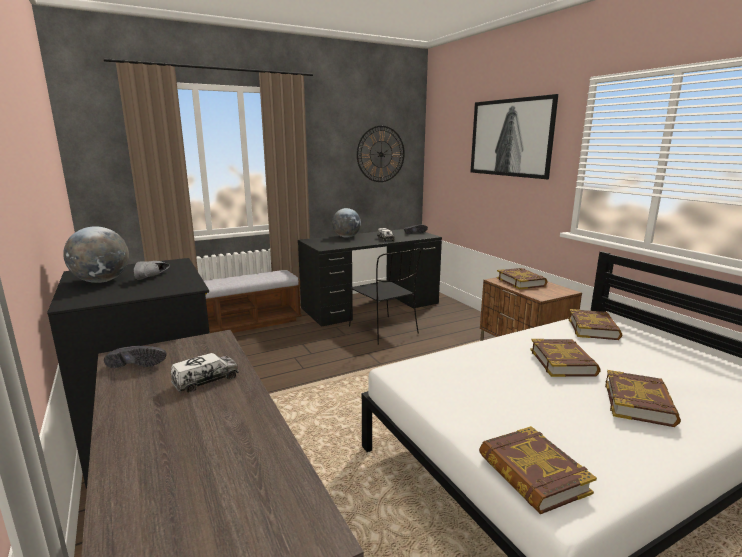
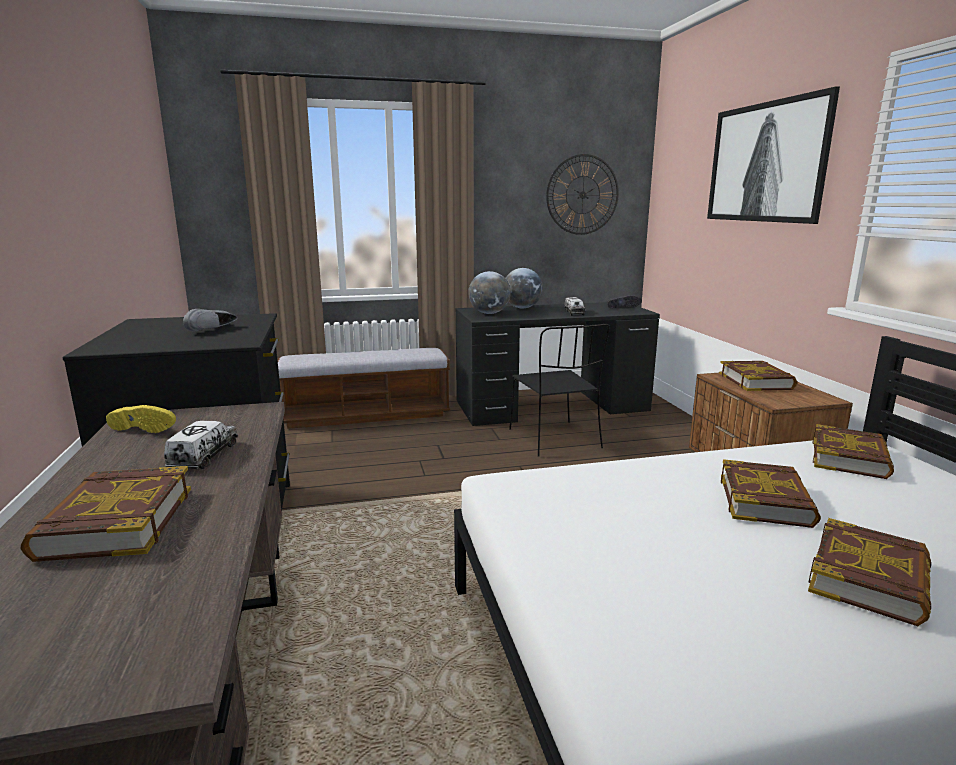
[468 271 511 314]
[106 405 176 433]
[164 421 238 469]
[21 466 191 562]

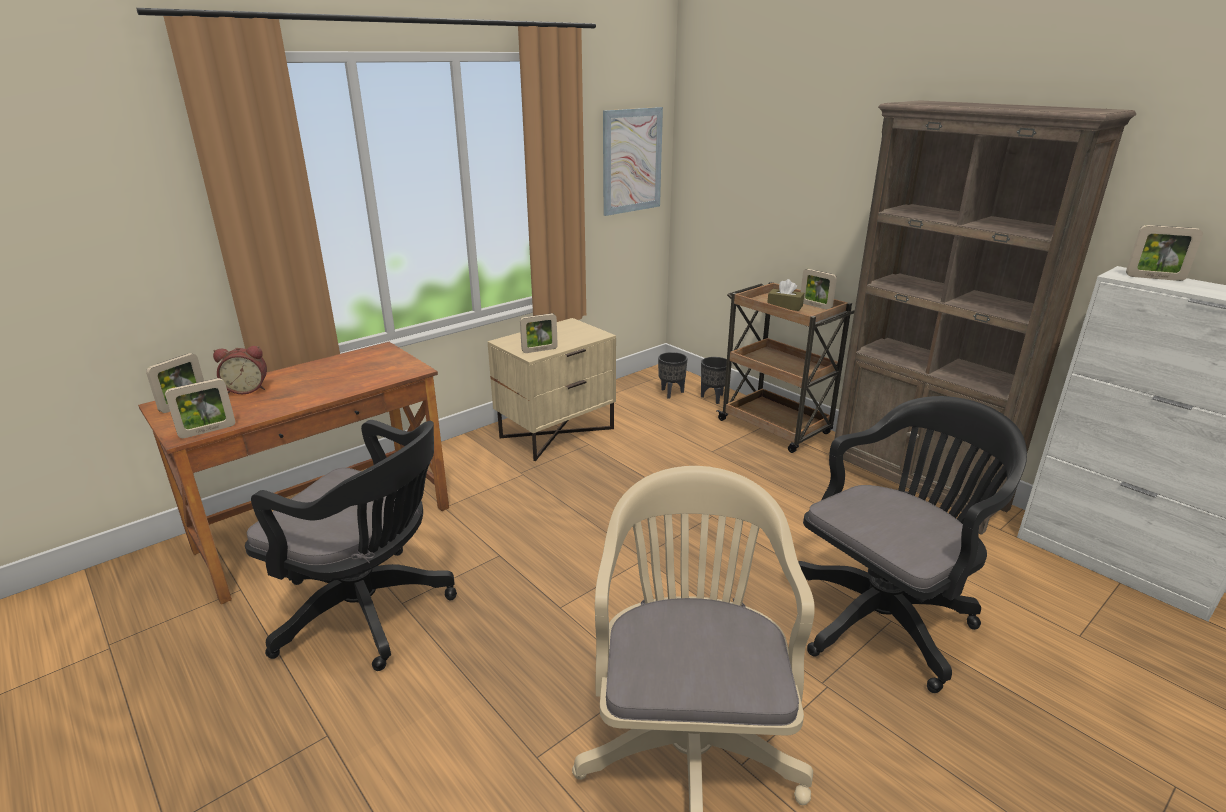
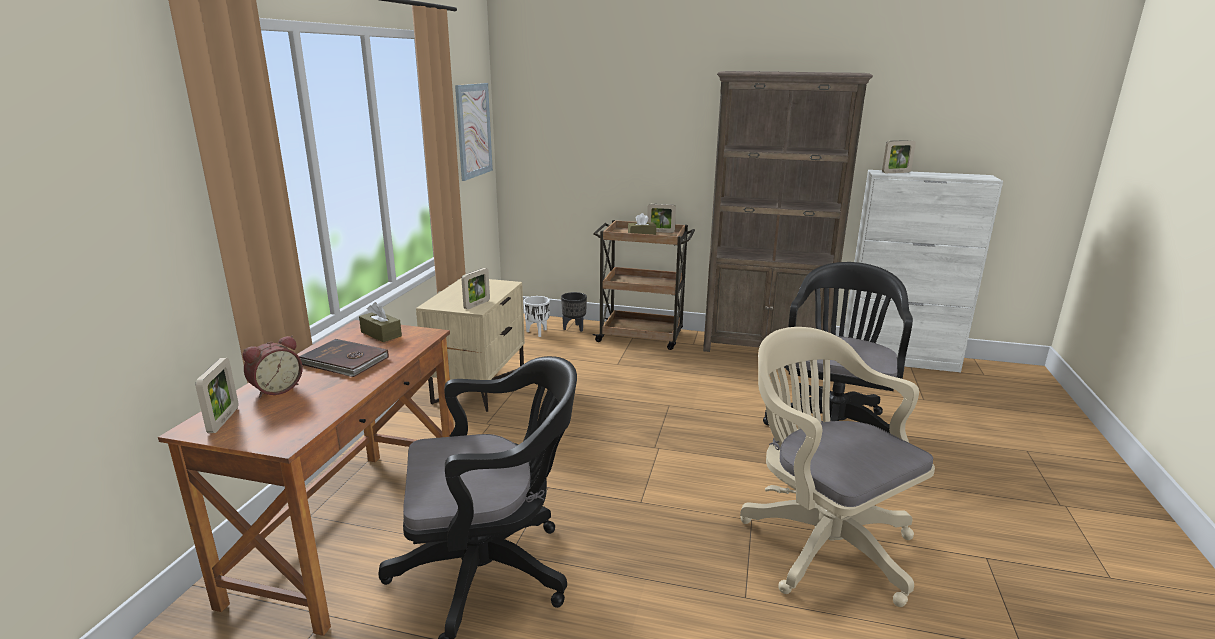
[165 378 235 438] (first image)
[523 296 550 337]
[299 339 389 377]
[359 302 402 342]

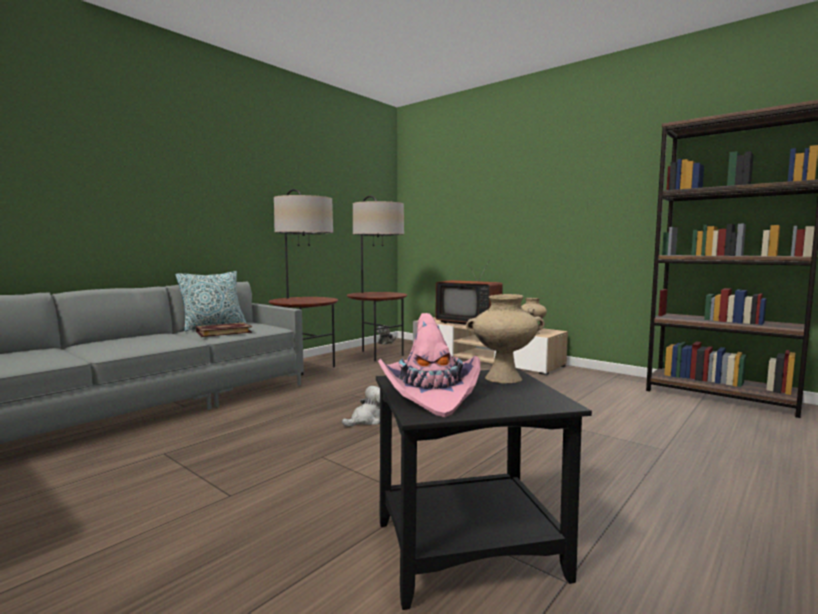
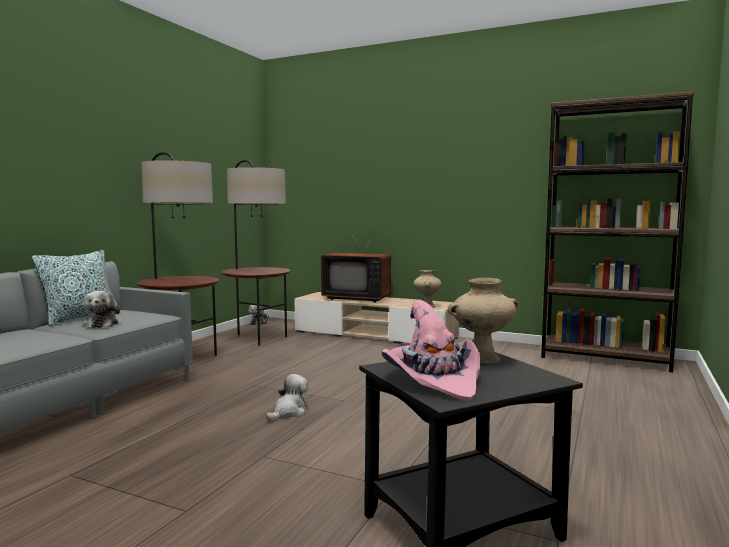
[83 291 120 328]

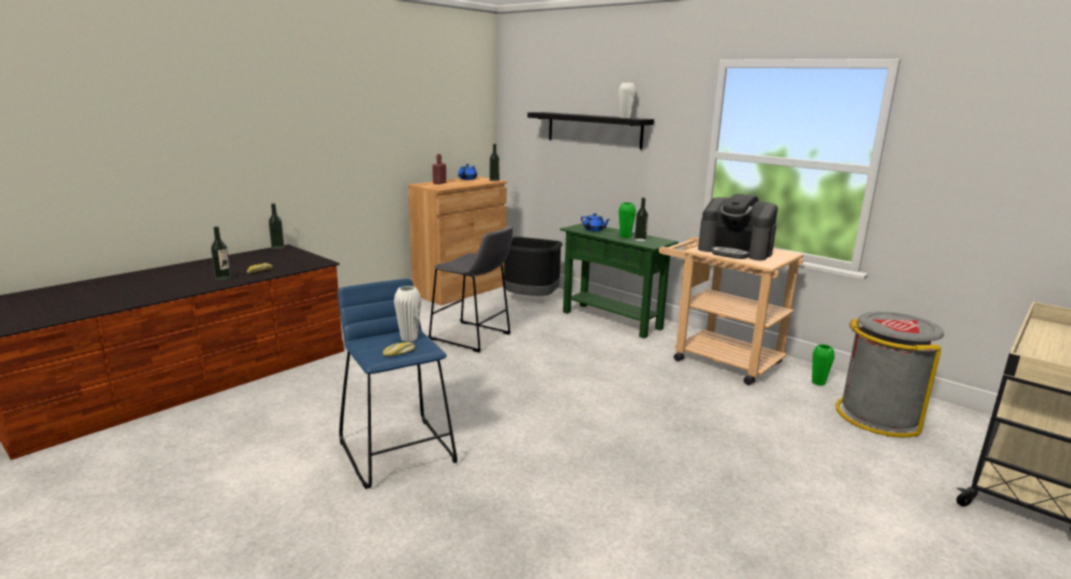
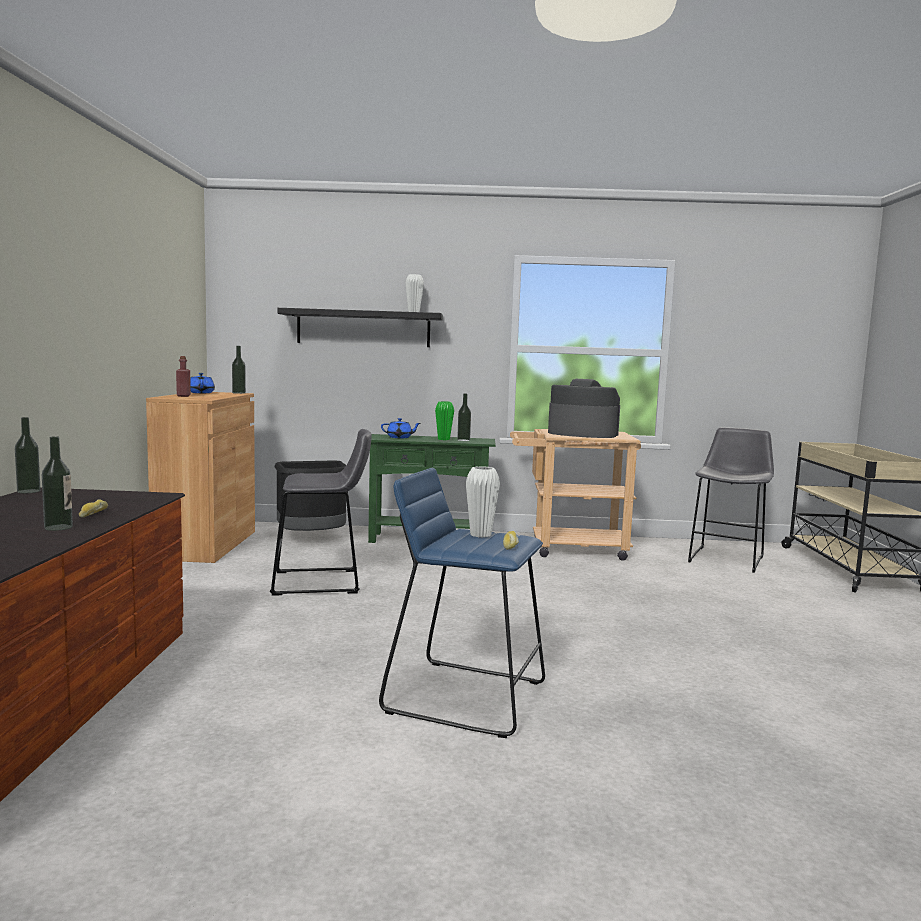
[548 379 620 438]
[812 344 835 386] (first image)
[688 427 774 573]

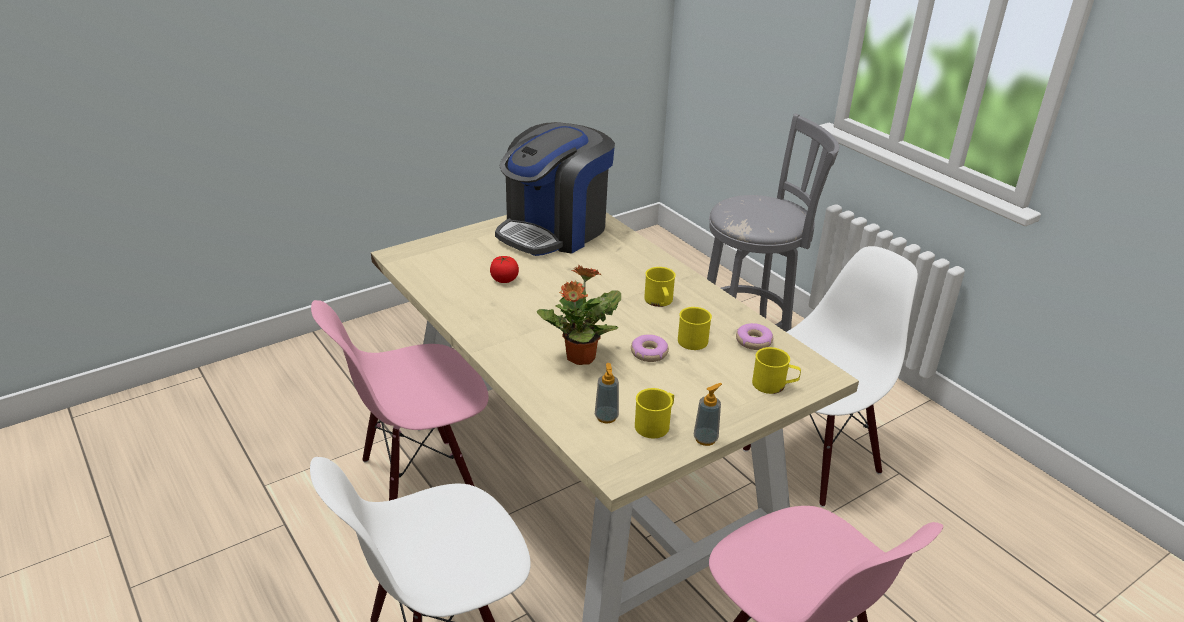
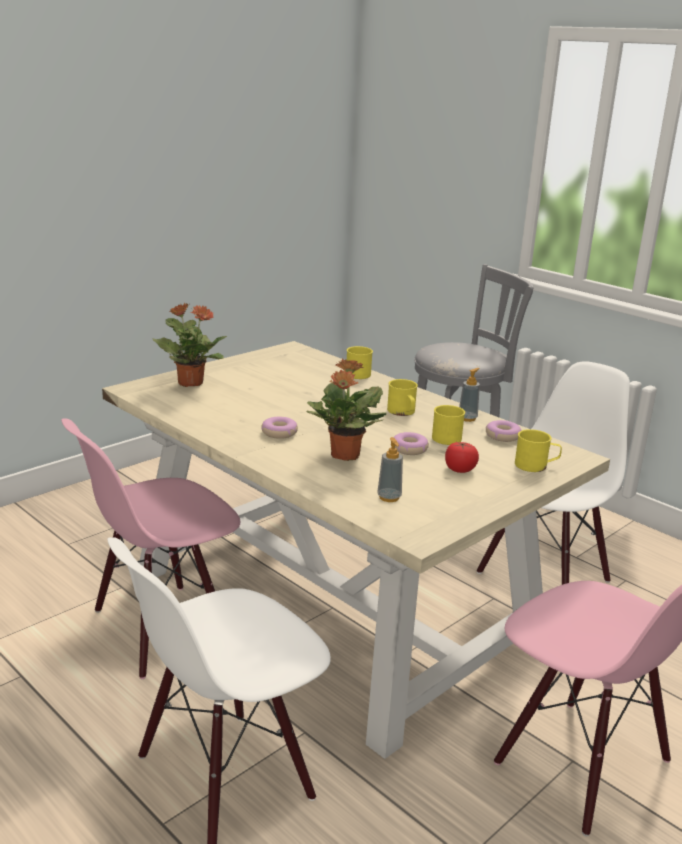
[445 442 479 473]
[495 122 615 256] (first image)
[347 346 373 379]
[459 368 480 422]
[152 303 227 387]
[261 417 298 439]

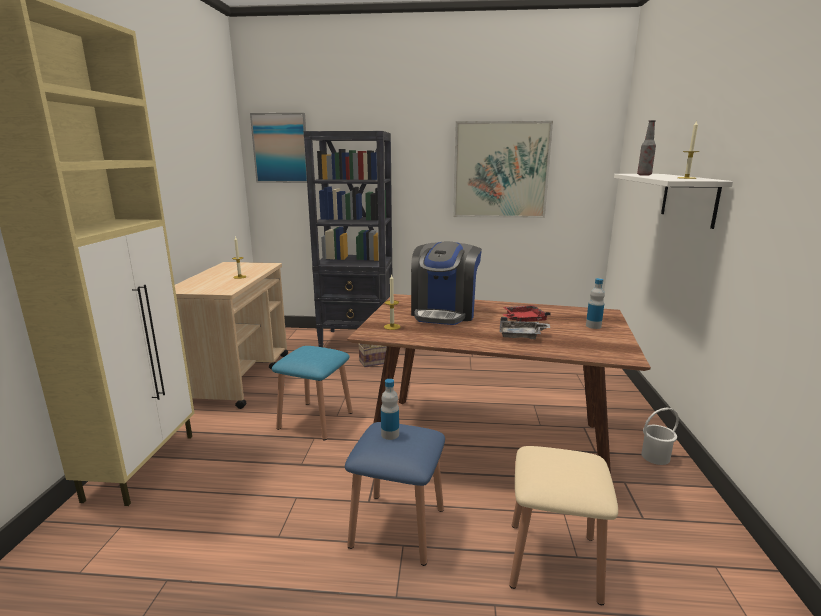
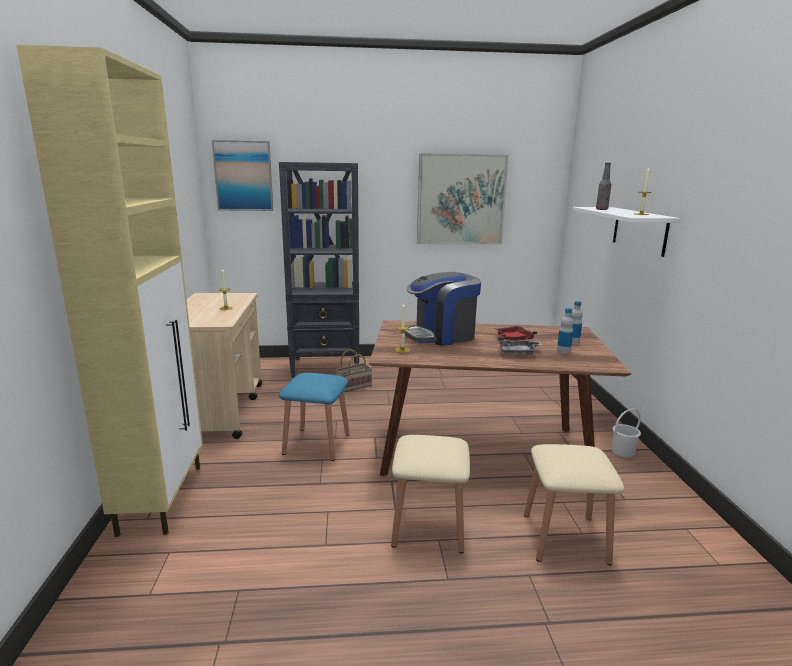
[391 435 470 554]
[557 308 574 354]
[405 272 481 346]

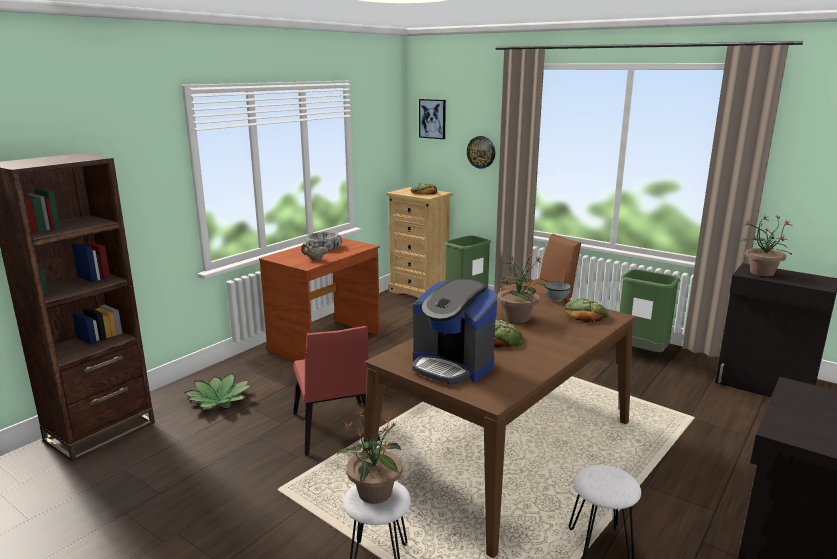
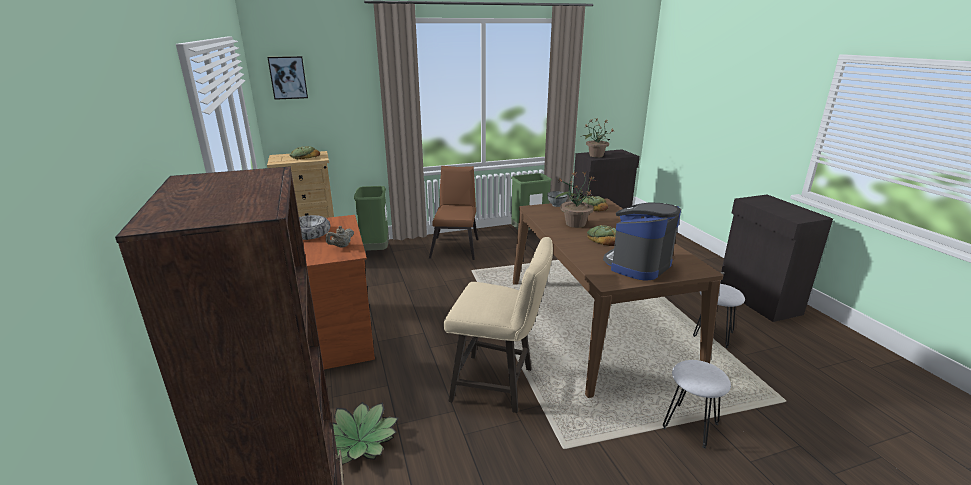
[444 237 553 413]
[337 410 403 504] (first image)
[603 203 681 281]
[467 136 495 169] (first image)

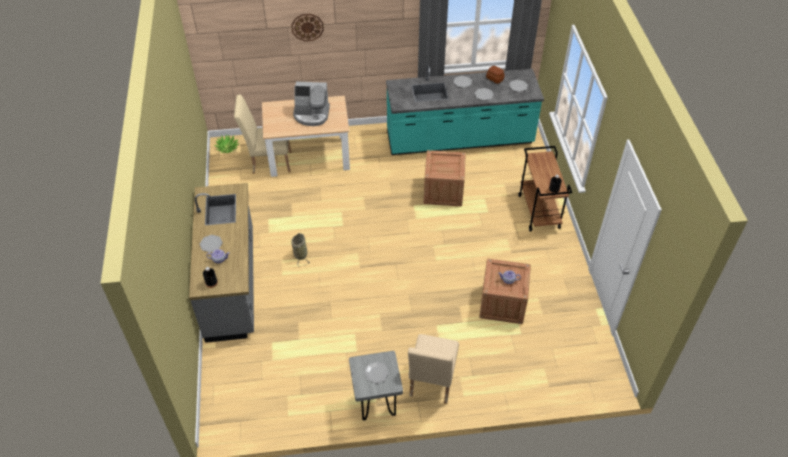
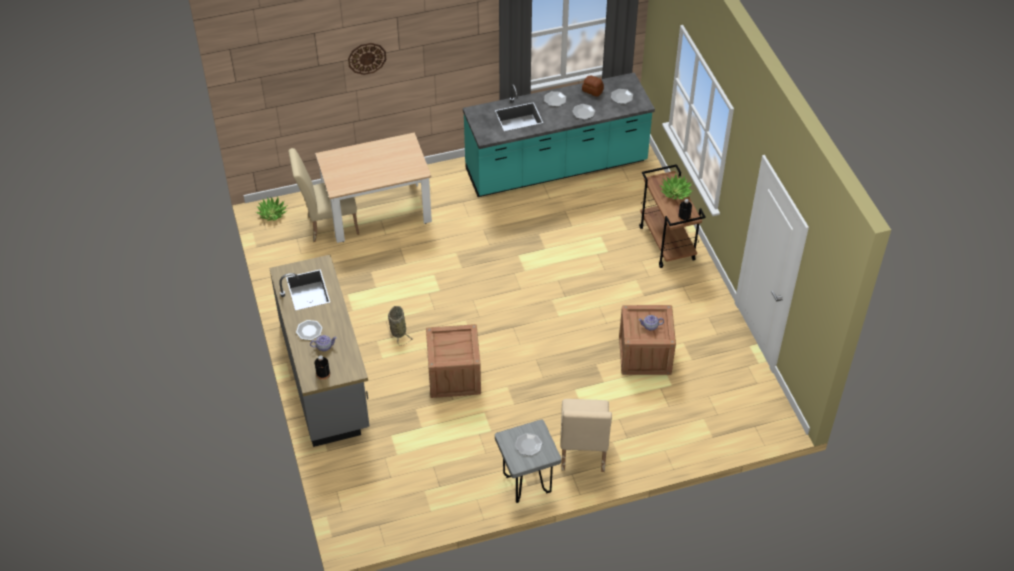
[293 82 330 126] (first image)
[426 324 481 398]
[660 173 692 199]

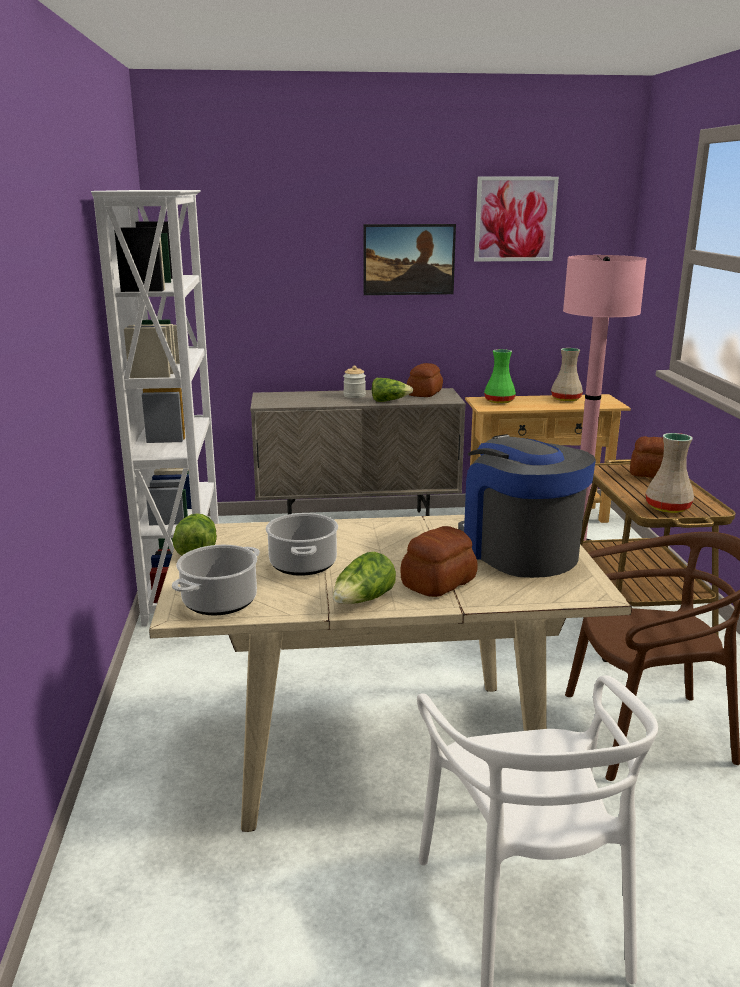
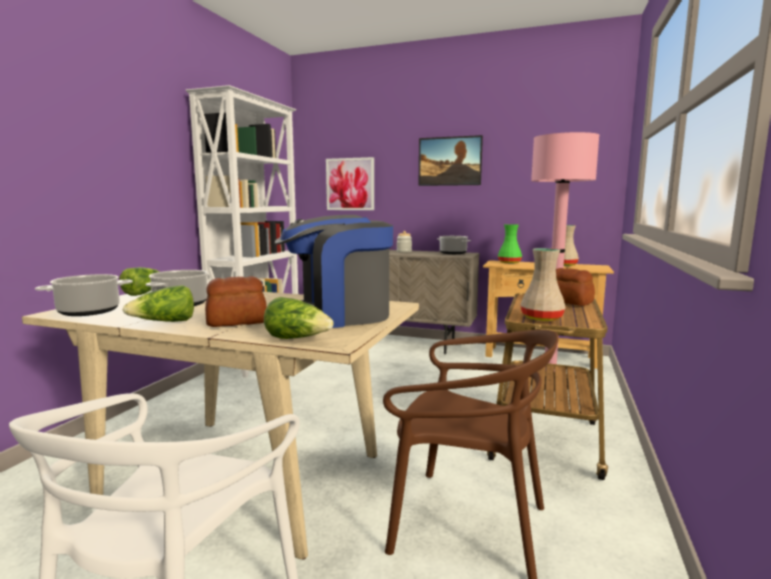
[264 297 334 339]
[437 236 471 254]
[275 215 393 328]
[326 157 374 210]

